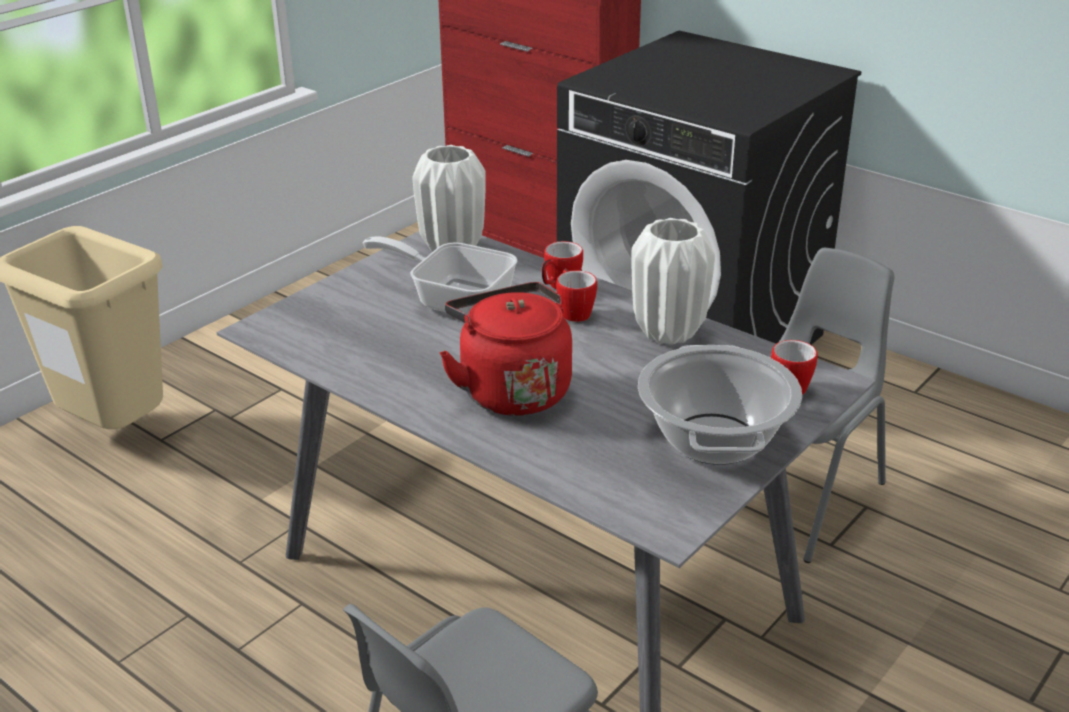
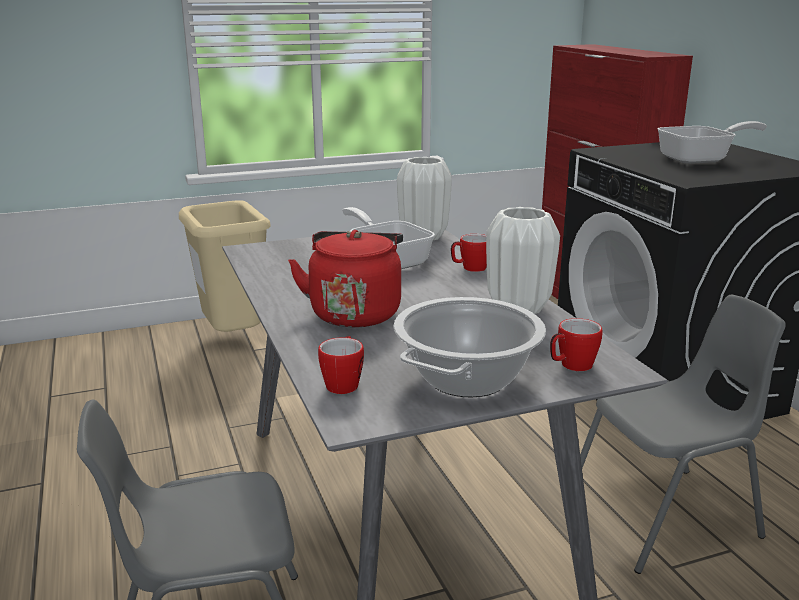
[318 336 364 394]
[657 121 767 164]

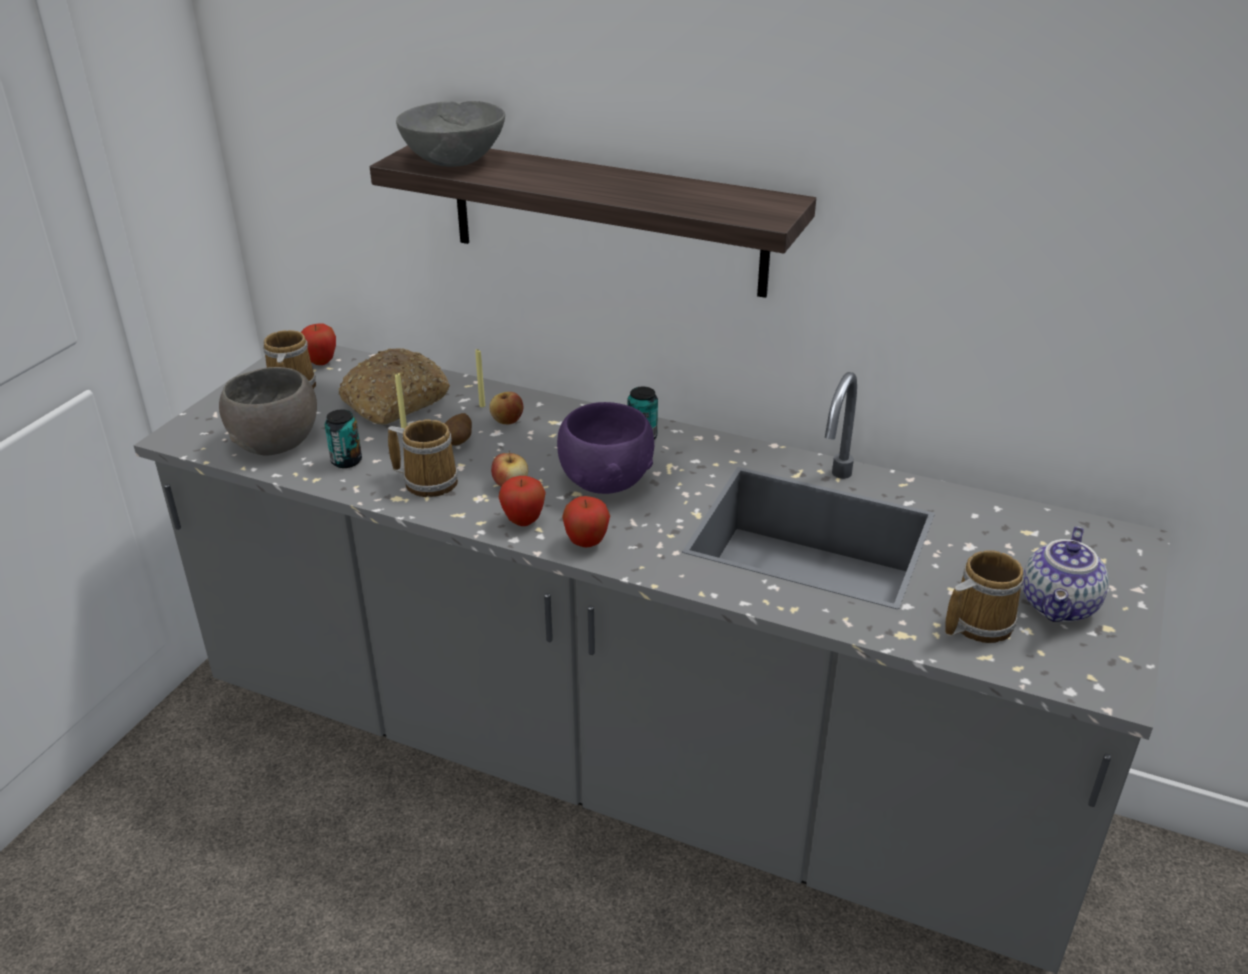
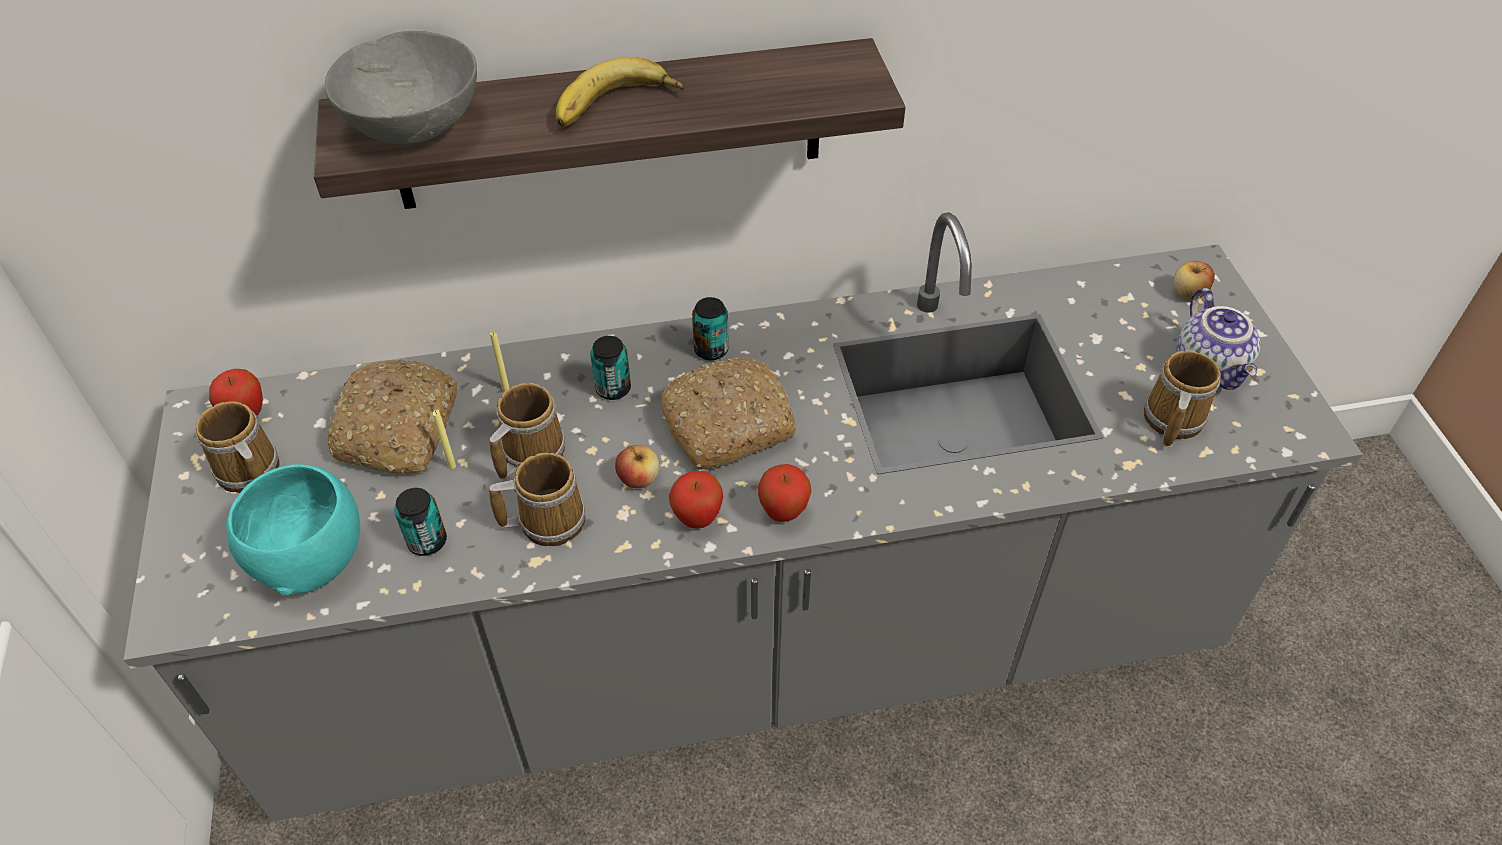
[226 464 360 596]
[490 383 565 480]
[1174 261 1215 299]
[661 357 797 470]
[556 57 684 127]
[590 336 631 400]

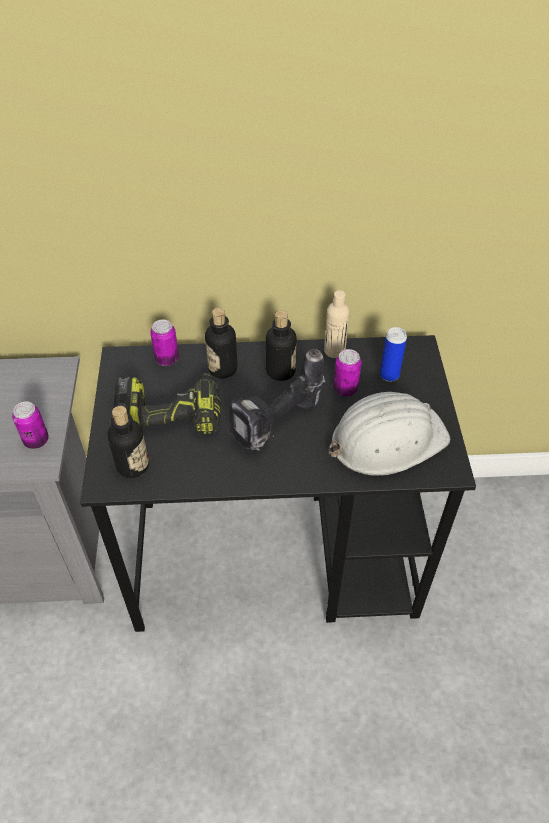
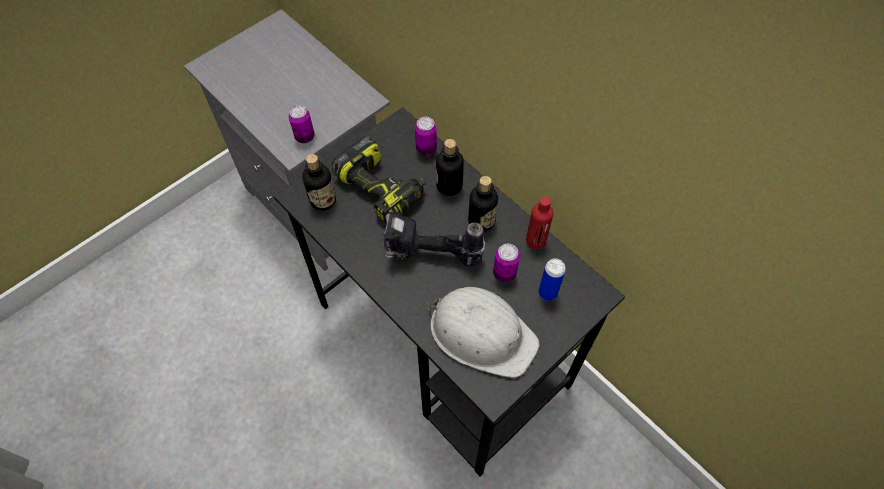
[526 197 553 249]

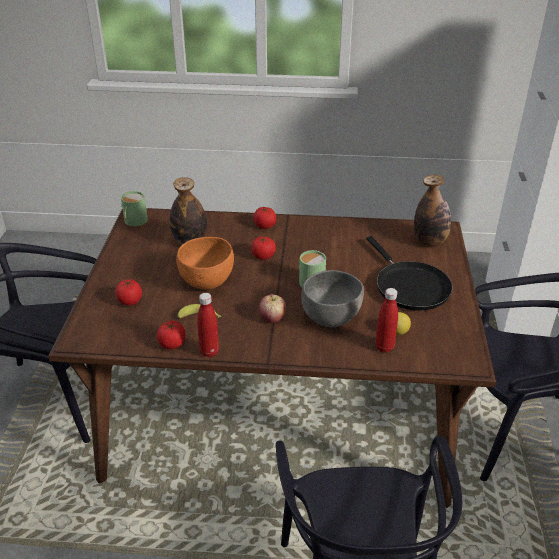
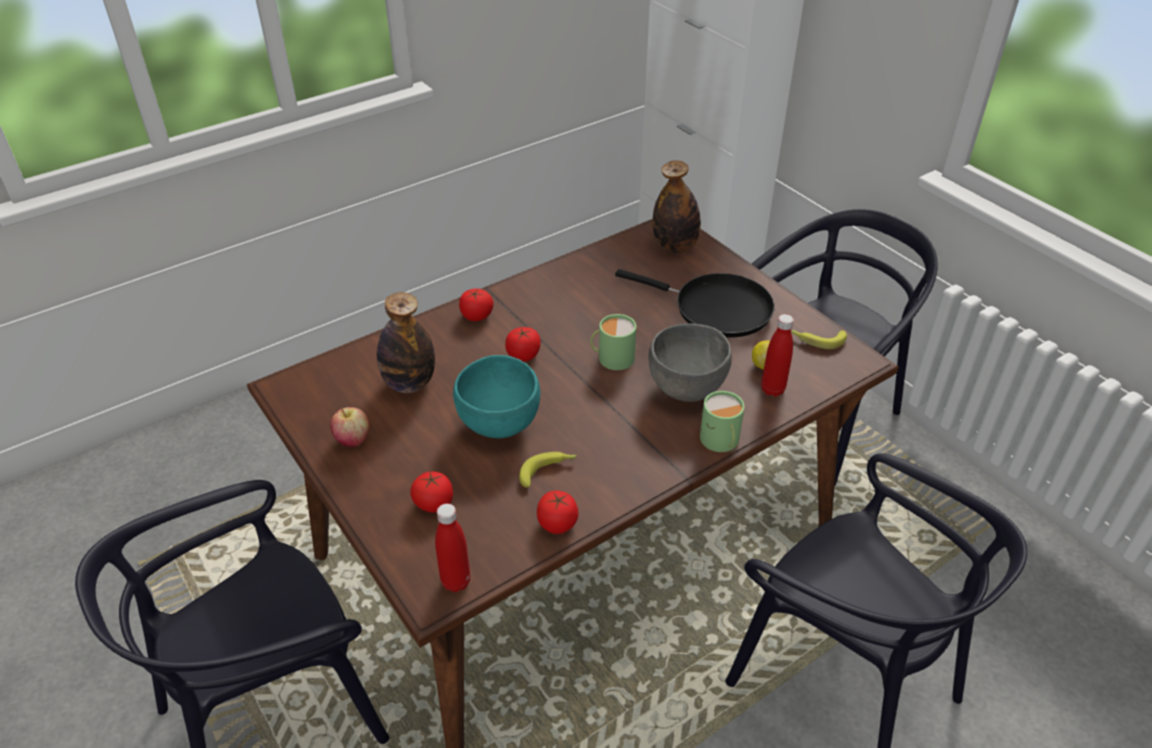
[700 391 745 452]
[453 355 540 438]
[435 504 470 592]
[330 407 370 447]
[791 330 847 349]

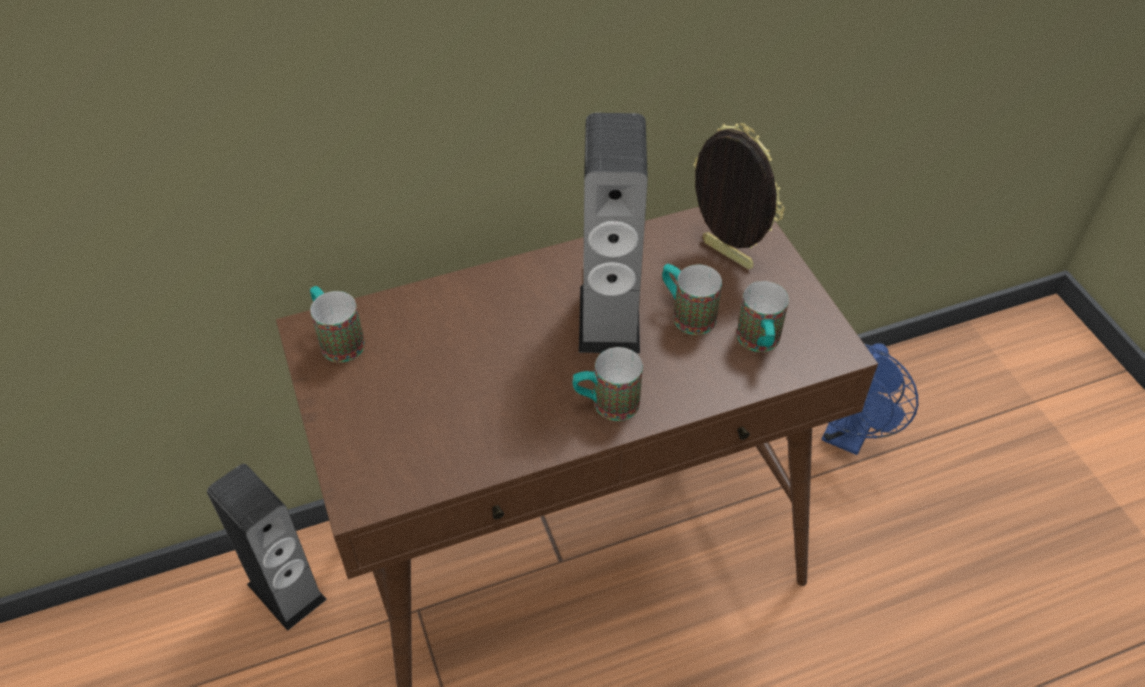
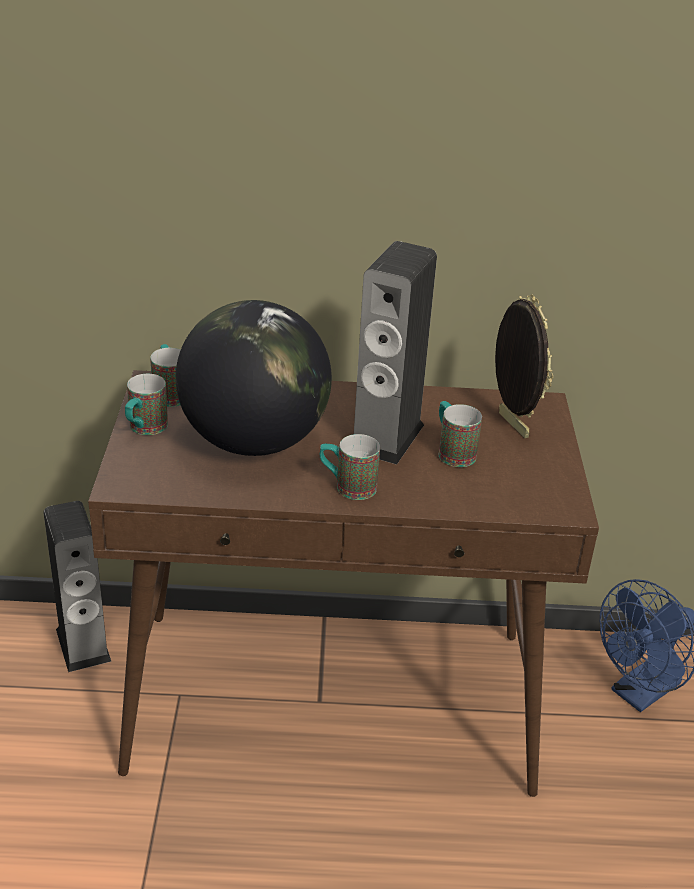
[125 374 168 435]
[176 300 332 456]

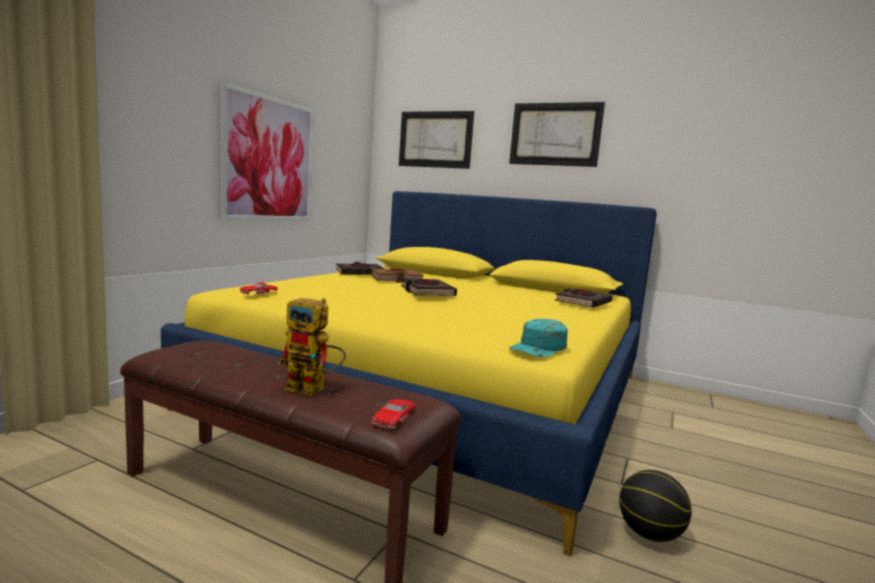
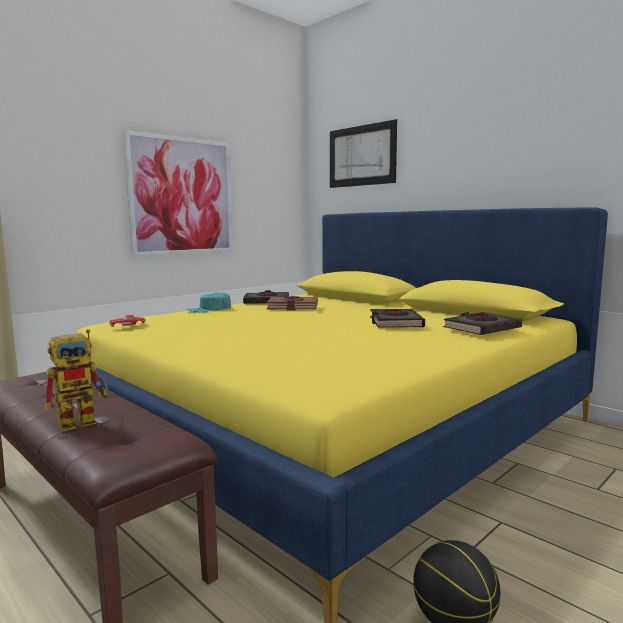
[44 329 109 431]
[372 399 415 430] (first image)
[370 309 425 328]
[509 102 605 167] (first image)
[187 292 231 313]

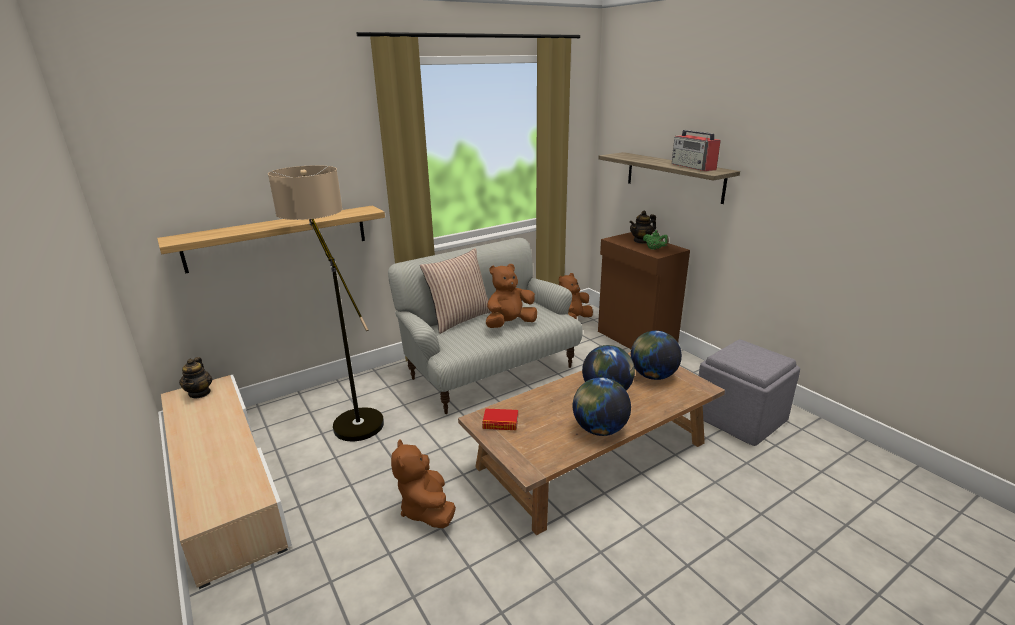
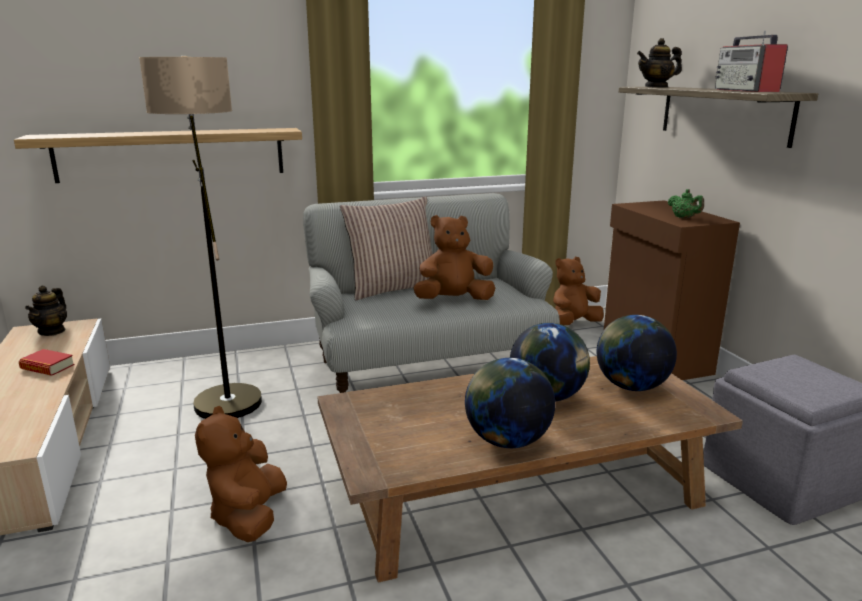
[19 349 74 376]
[637 38 682 88]

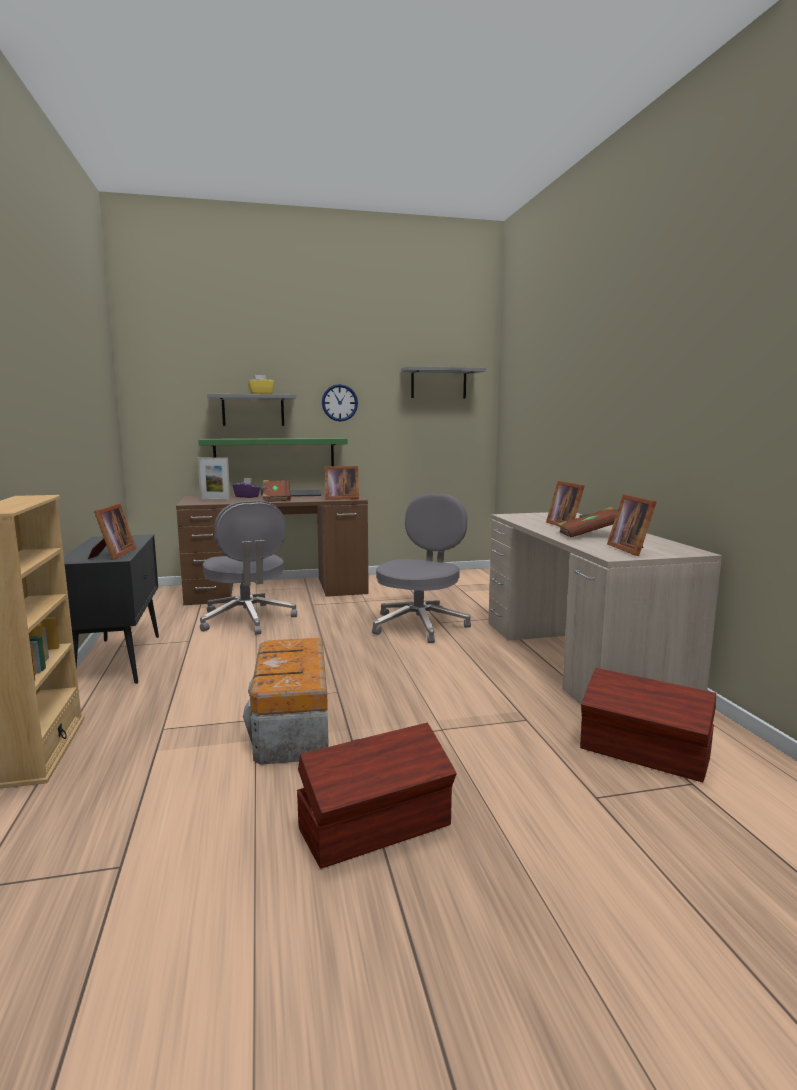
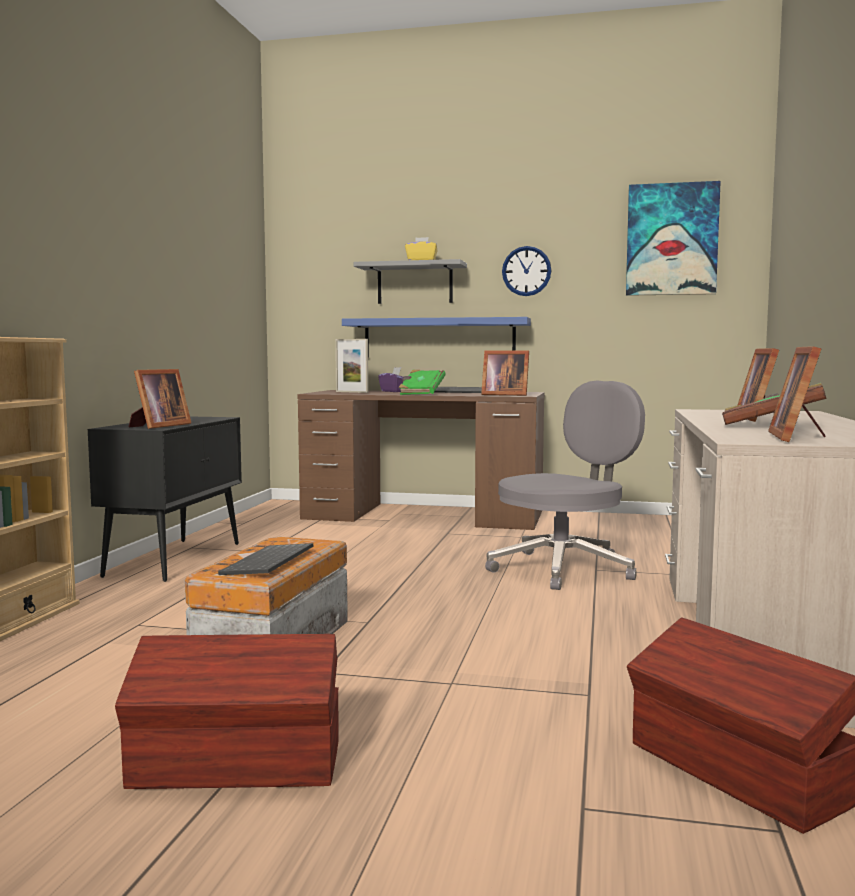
[342 317 531 358]
[200 500 297 635] (first image)
[399 370 445 395]
[626 181 721 296]
[218 543 314 575]

